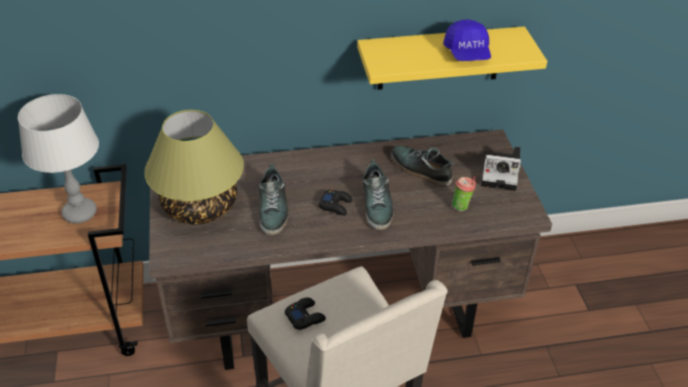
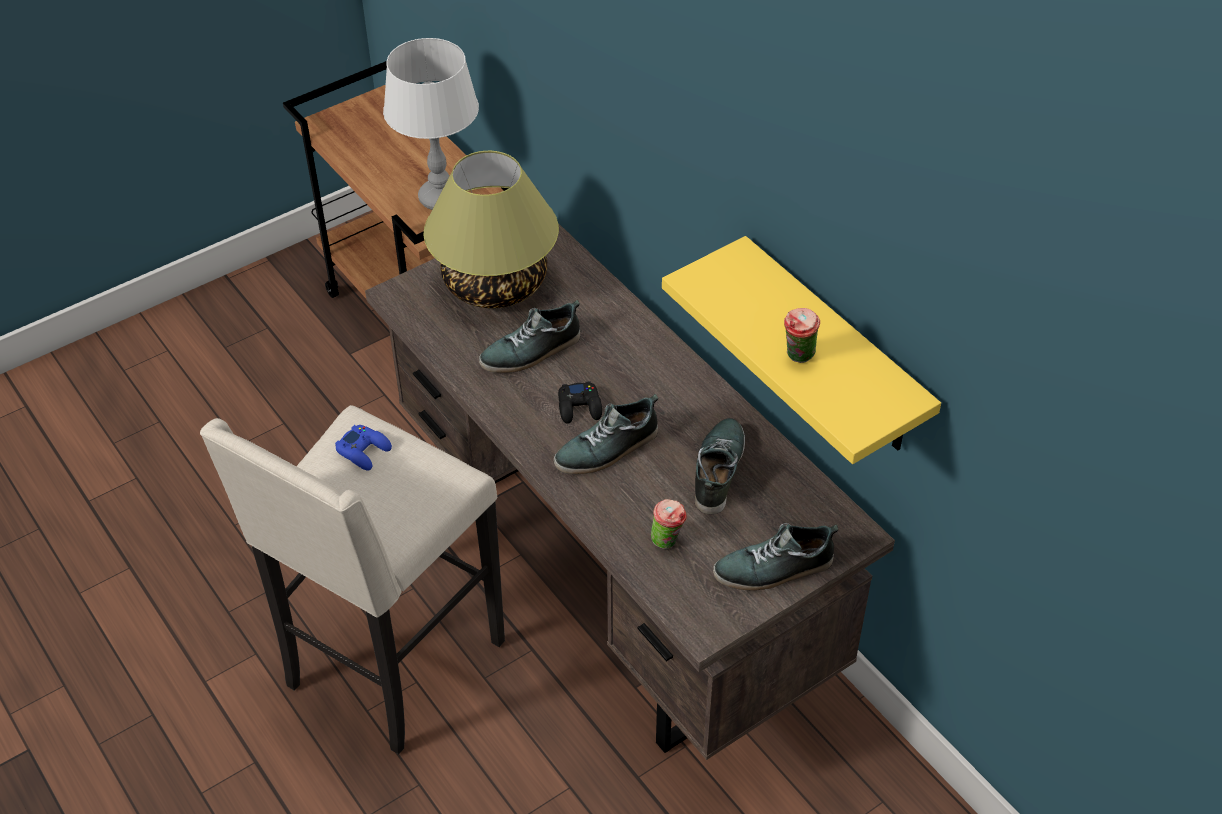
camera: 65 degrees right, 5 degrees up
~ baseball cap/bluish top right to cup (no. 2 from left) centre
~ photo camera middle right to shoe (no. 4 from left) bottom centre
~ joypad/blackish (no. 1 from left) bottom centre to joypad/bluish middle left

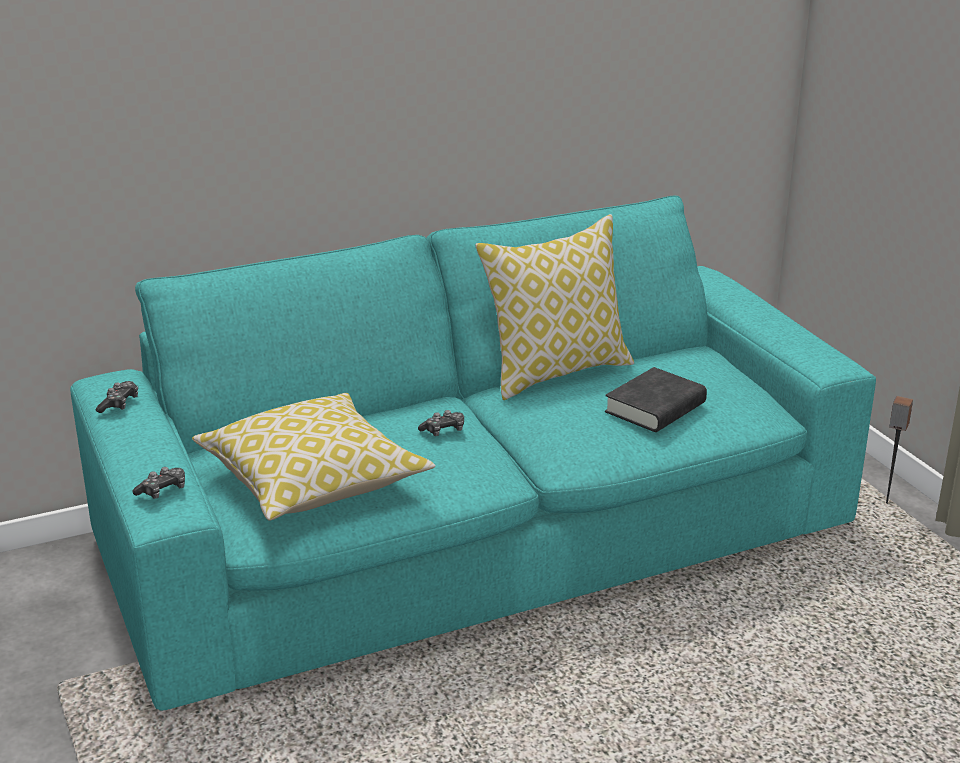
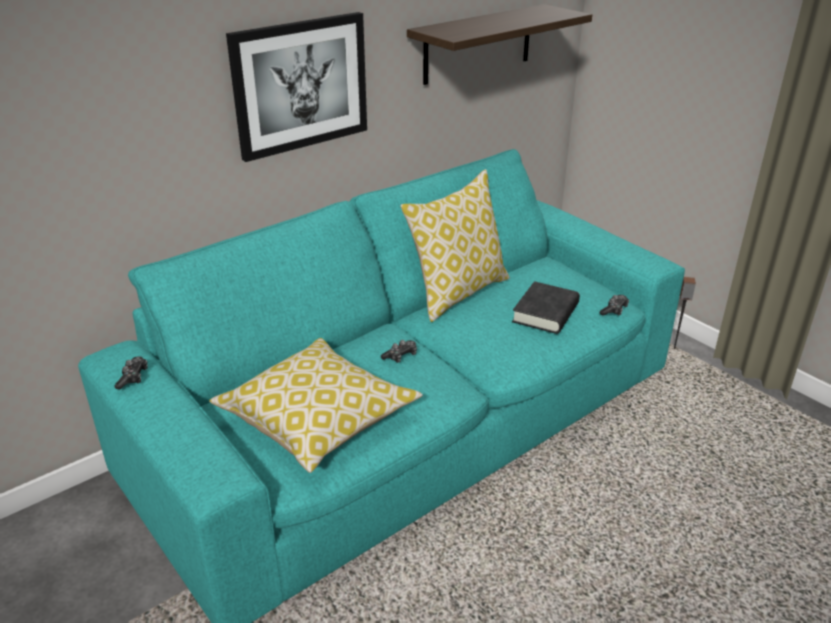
camera: 15 degrees left, 5 degrees up
+ wall art top centre
+ wall shelf top centre
~ joypad (no. 2 from left in the first image) middle left to joypad (no. 3 from left) middle right

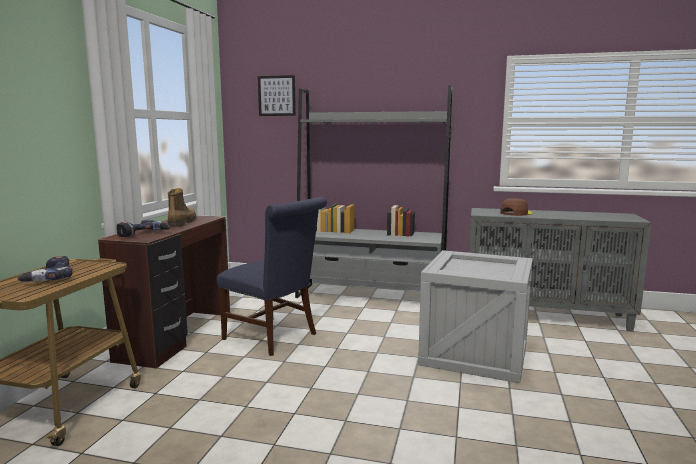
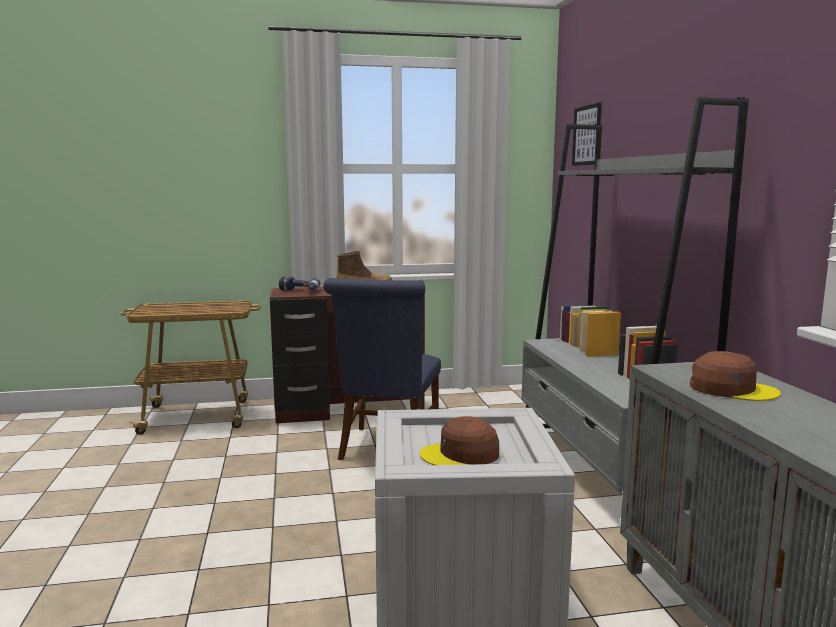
camera: 65 degrees right, 0 degrees up
- power drill (no. 1 from left) middle left
+ baseball cap/brown-coloured (no. 1 from left) bottom centre

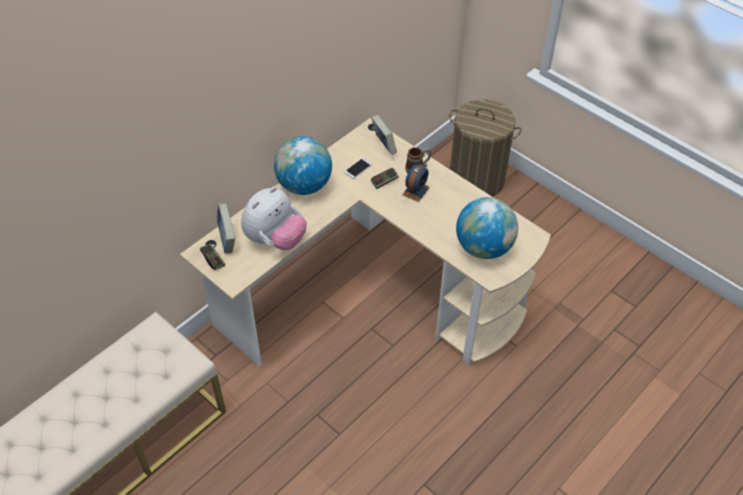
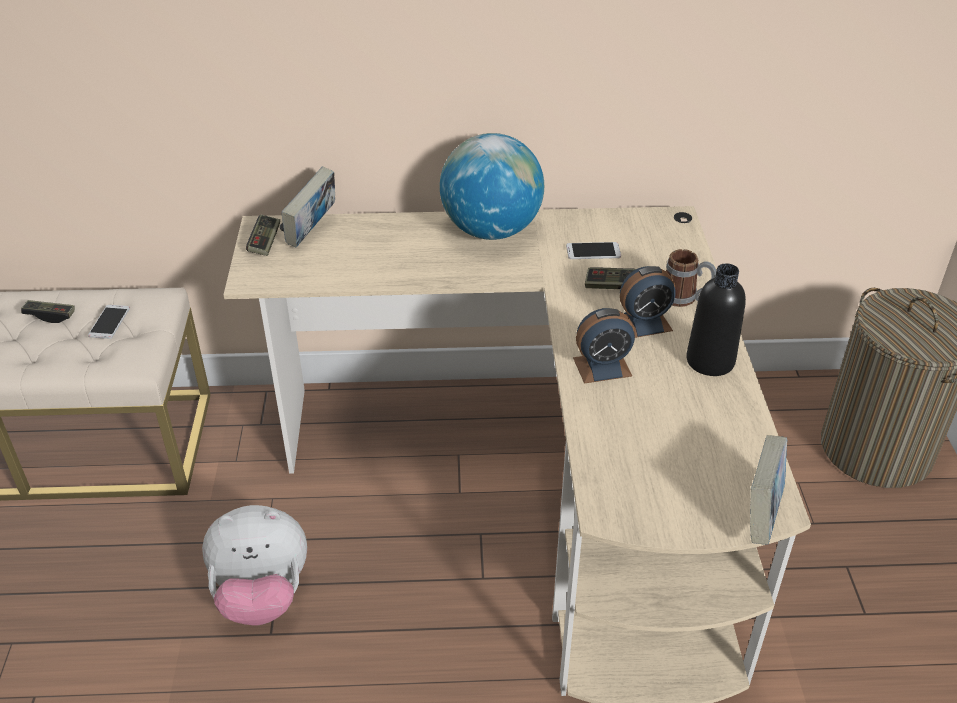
camera: 45 degrees right, 10 degrees down
- globe (no. 2 from left) centre
+ joypad (no. 1 from left) middle left
+ phone (no. 1 from left) middle left
+ bedside clock (no. 1 from left) centre
+ drink bottle/blackish middle right
~ plush toy centre to bottom left
~ volume (no. 2 from left) top centre to bottom right

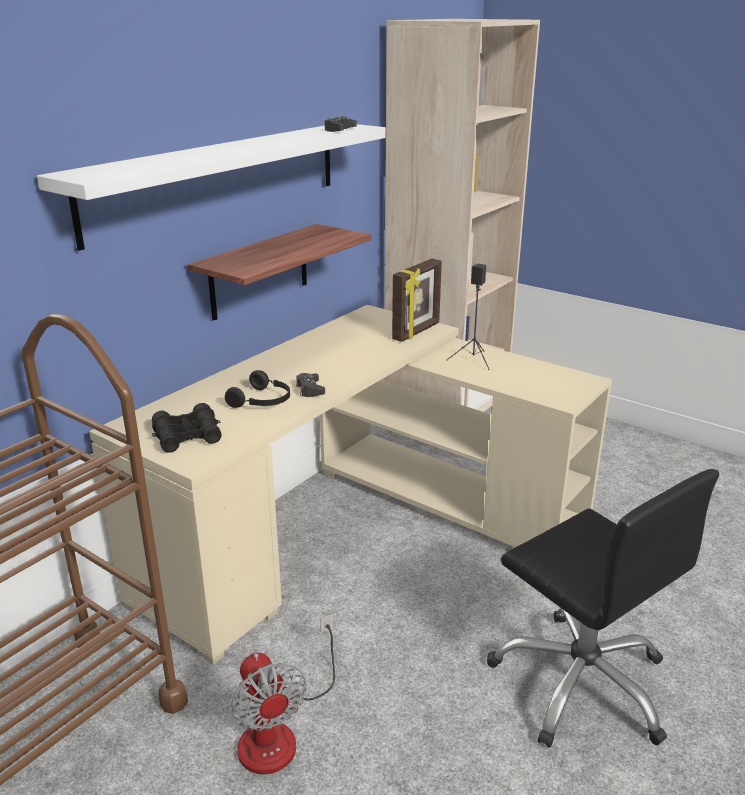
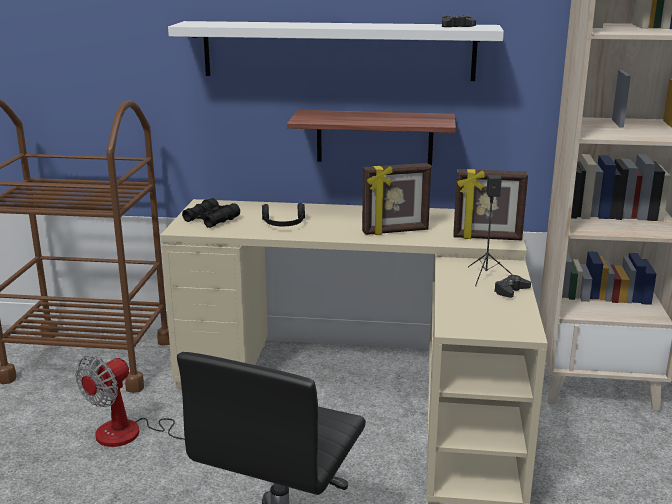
camera: 60 degrees right, 5 degrees down
+ picture frame (no. 1 from left) centre
~ joypad/blackish (no. 1 from left in the first image) centre to joypad/blackish (no. 2 from left) middle right

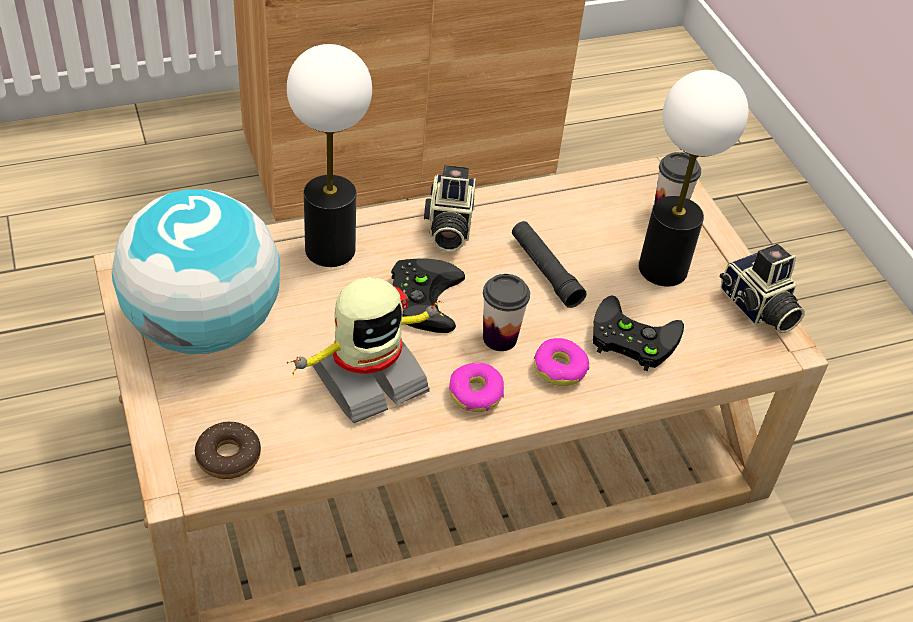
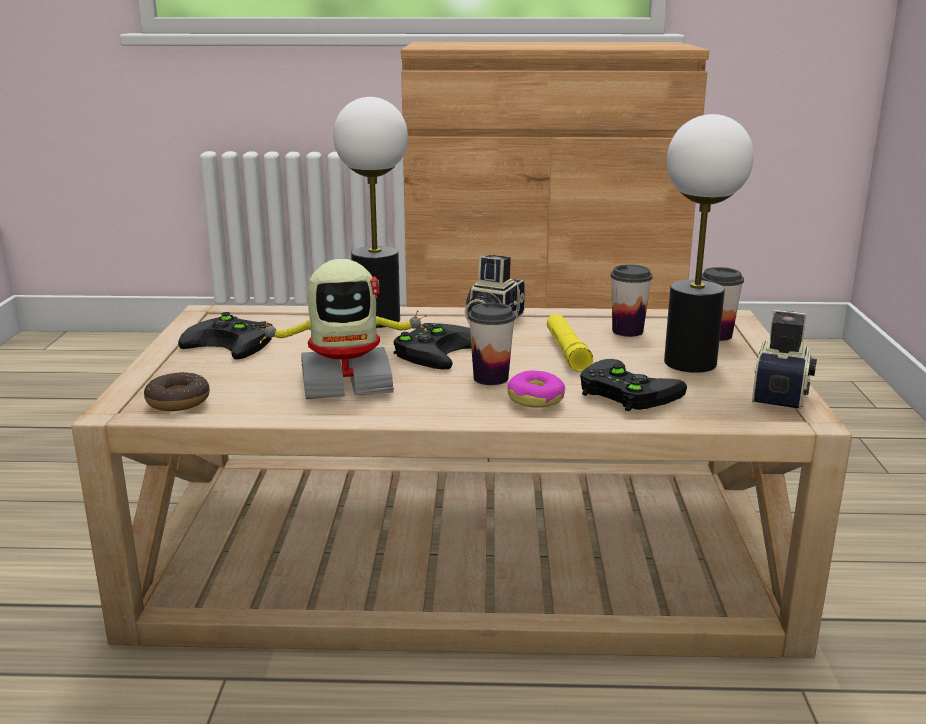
camera: 25 degrees right, 25 degrees down
- doughnut (no. 2 from left) centre
+ cup (no. 2 from left) middle right
~ globe middle left to joypad/blackish (no. 1 from left) middle left
~ torch/blackish centre to torch/yellowish centre
~ photo camera (no. 2 from left) middle right = middle right 150 degrees counterclockwise

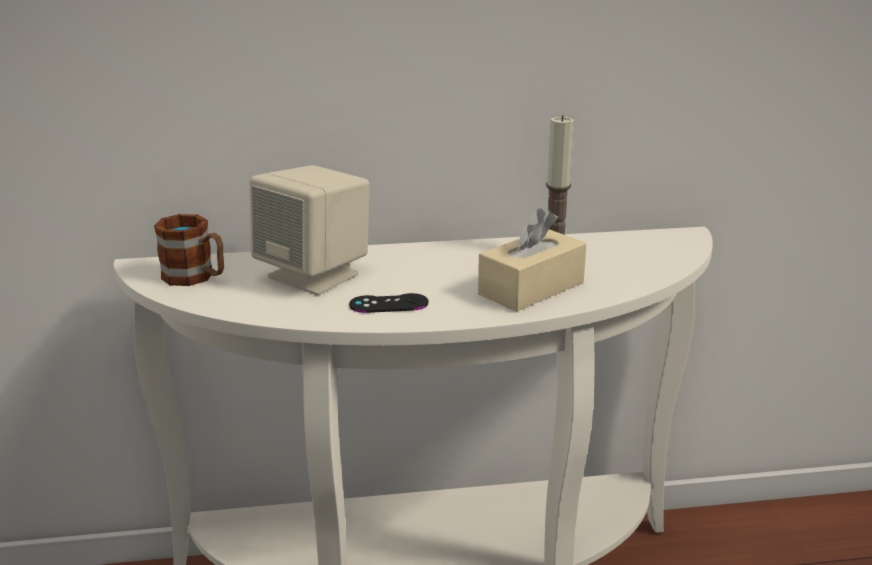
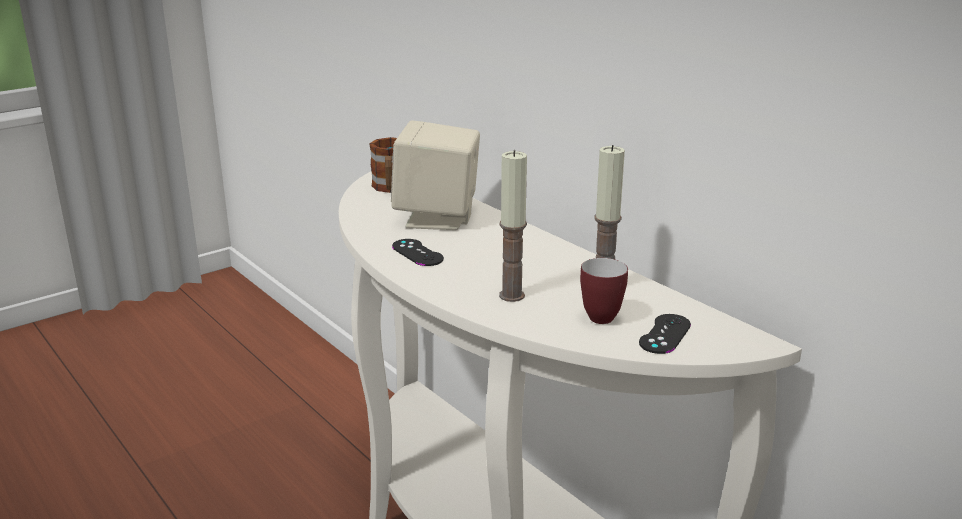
camera: 60 degrees right, 0 degrees up
+ mug (no. 2 from left) centre
+ joypad/blackish (no. 2 from left) middle right
~ box of tissues/sand-coloured centre to wax light (no. 1 from left) centre

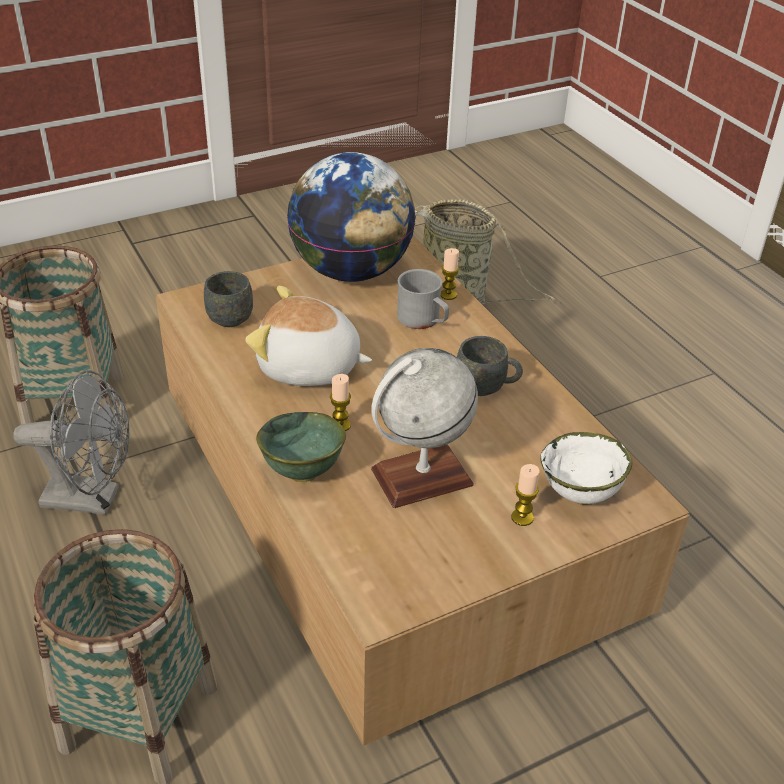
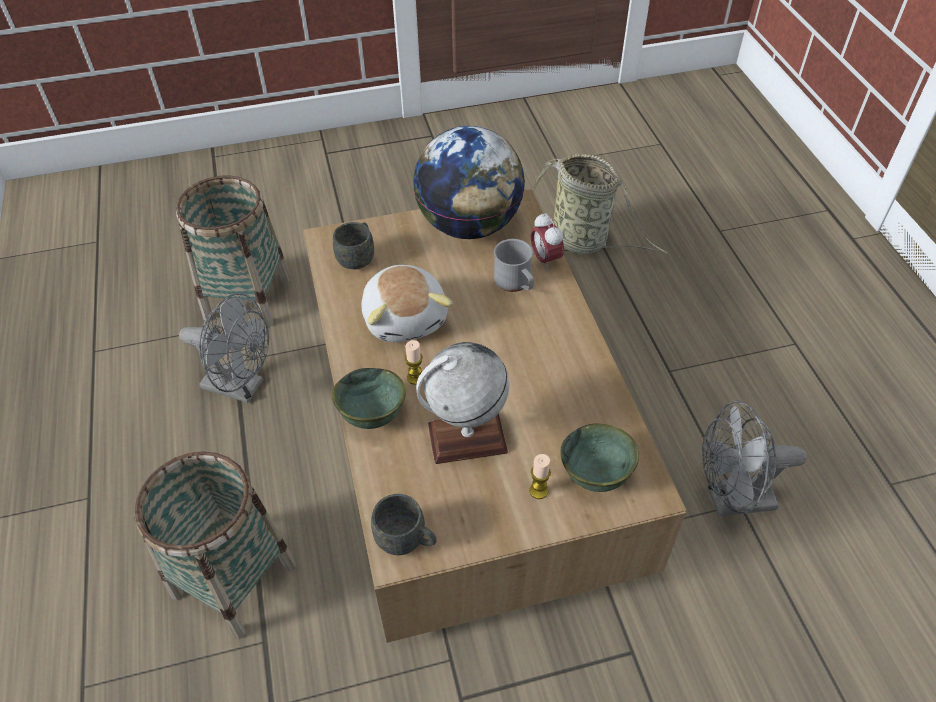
camera: 15 degrees right, 10 degrees up
+ fan/grey (no. 2 from left) middle right
~ mug/grey (no. 3 from left in the first image) centre to mug/grey (no. 2 from left) bottom centre
~ wax light (no. 2 from left) centre to bedside clock centre
~ bowl/white middle right to bowl/green-coloured (no. 2 from left) centre
~ plush toy centre = centre 135 degrees counterclockwise

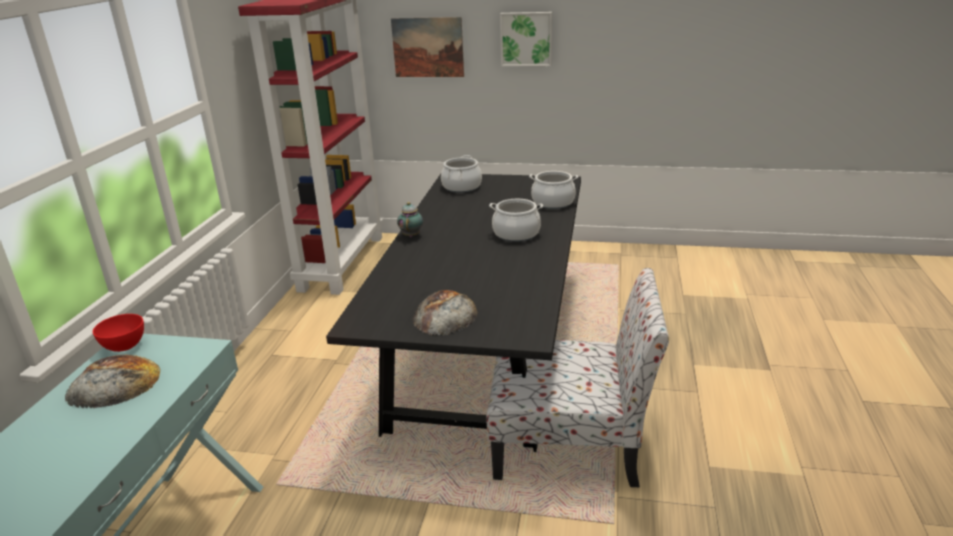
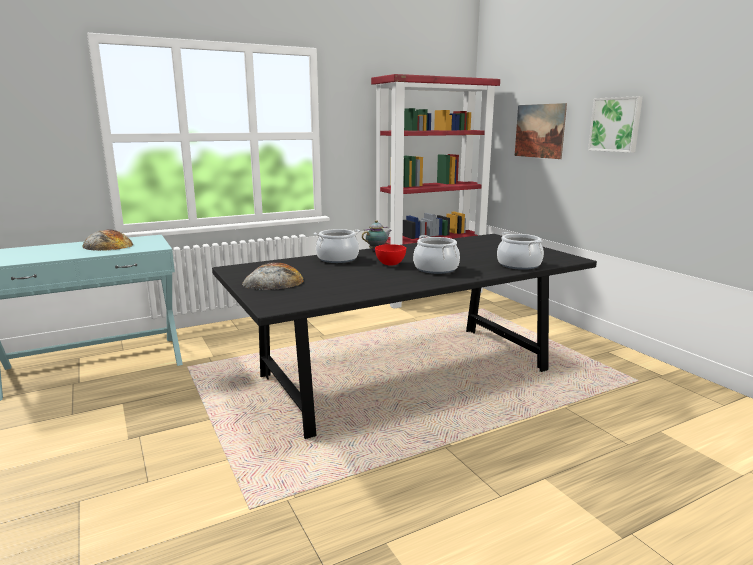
camera: 50 degrees right, 10 degrees down
- chair bottom centre
~ bowl/reddish middle left to centre
~ cooking pot (no. 1 from left) top centre to centre

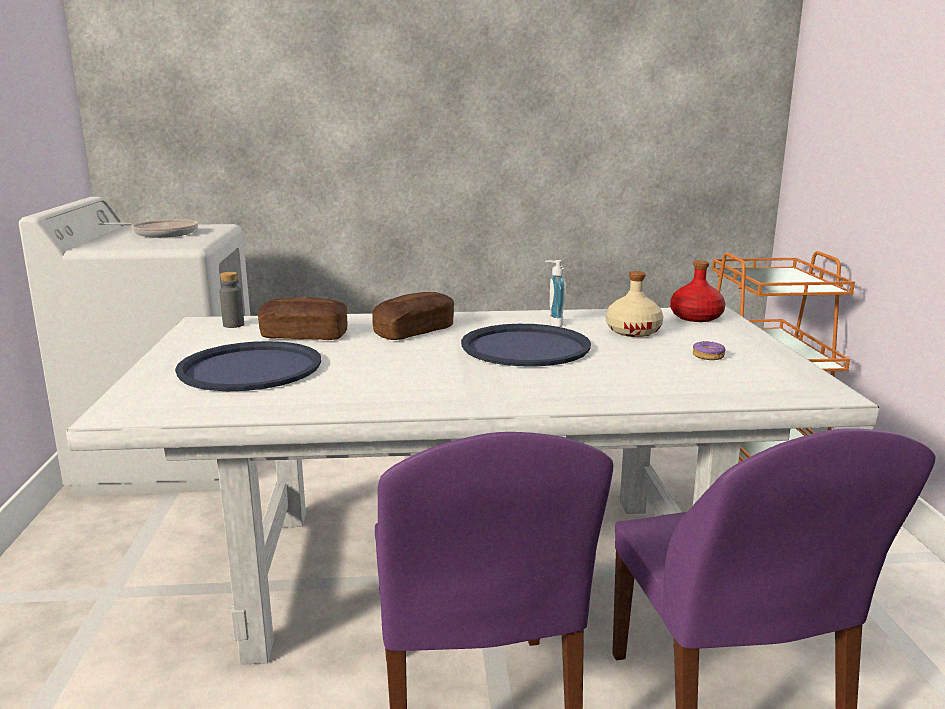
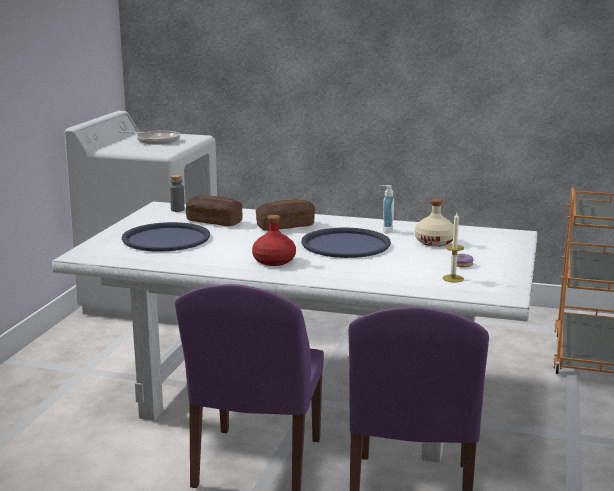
camera: 20 degrees right, 0 degrees up
+ wax light middle right
~ drink bottle/reddish middle right to centre

